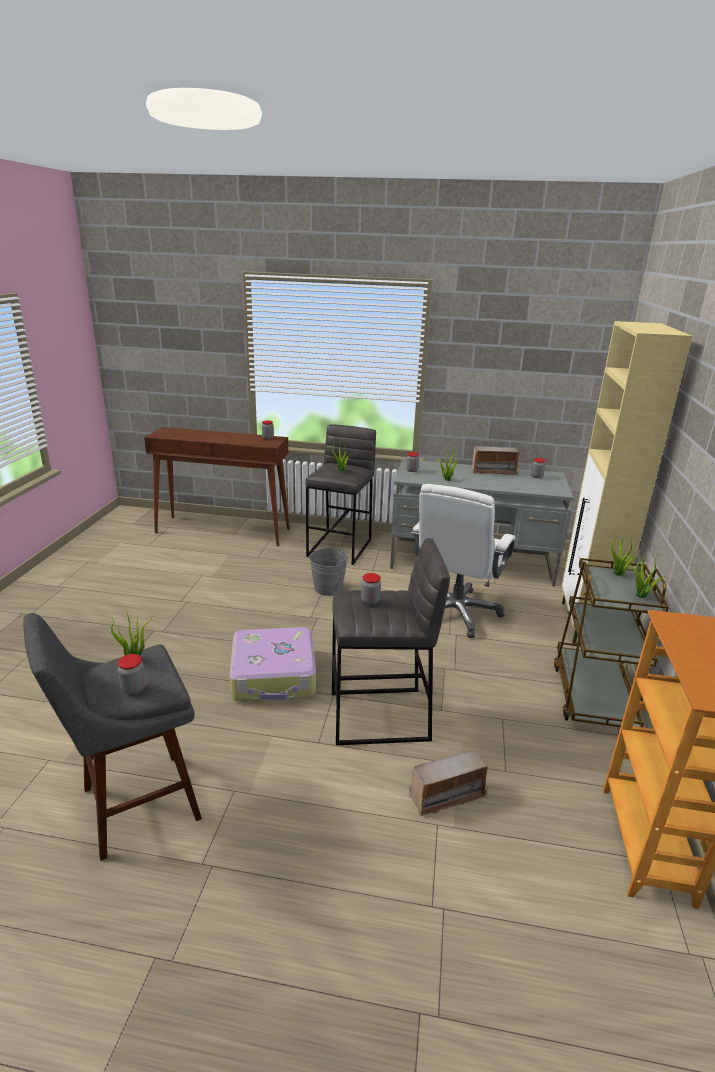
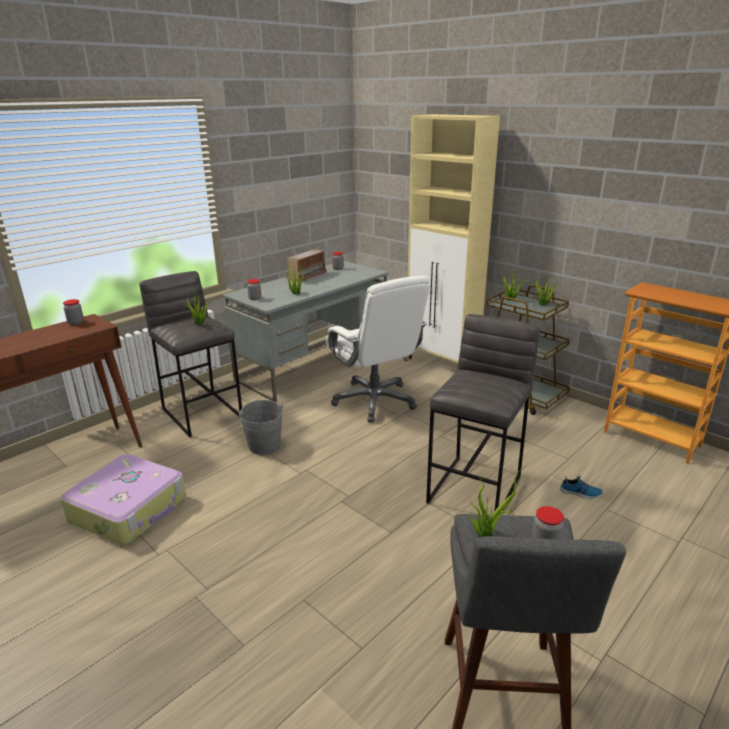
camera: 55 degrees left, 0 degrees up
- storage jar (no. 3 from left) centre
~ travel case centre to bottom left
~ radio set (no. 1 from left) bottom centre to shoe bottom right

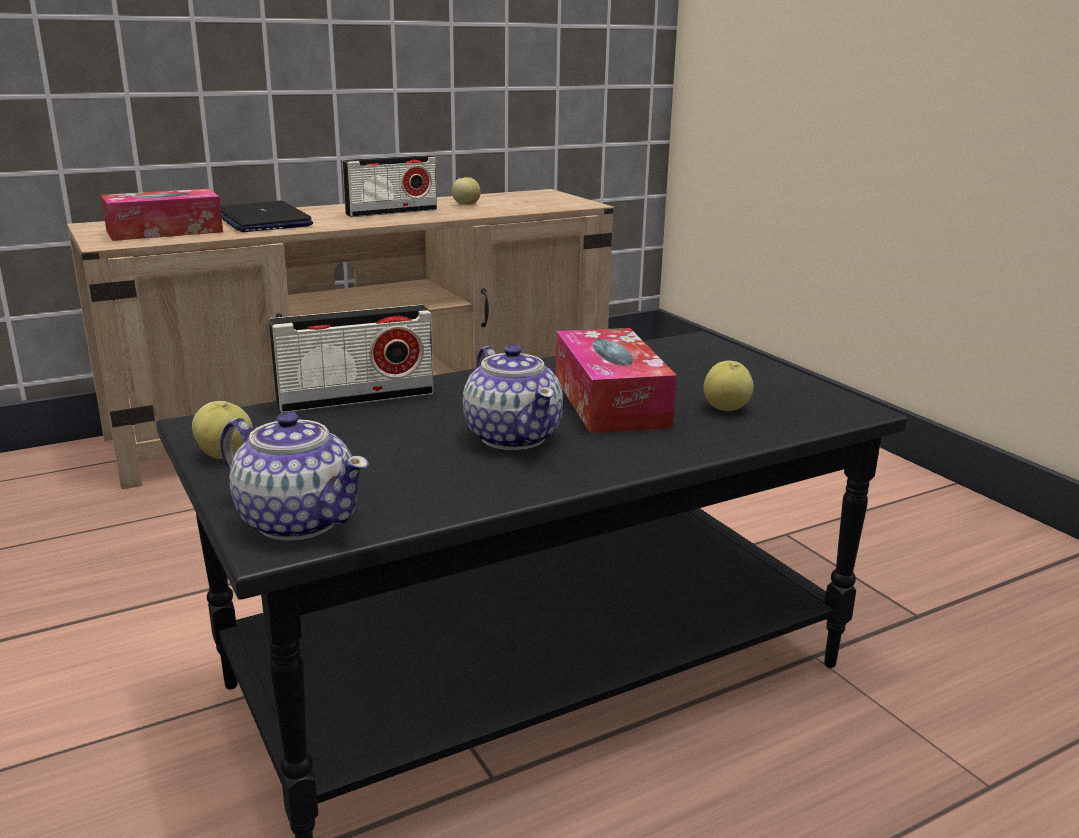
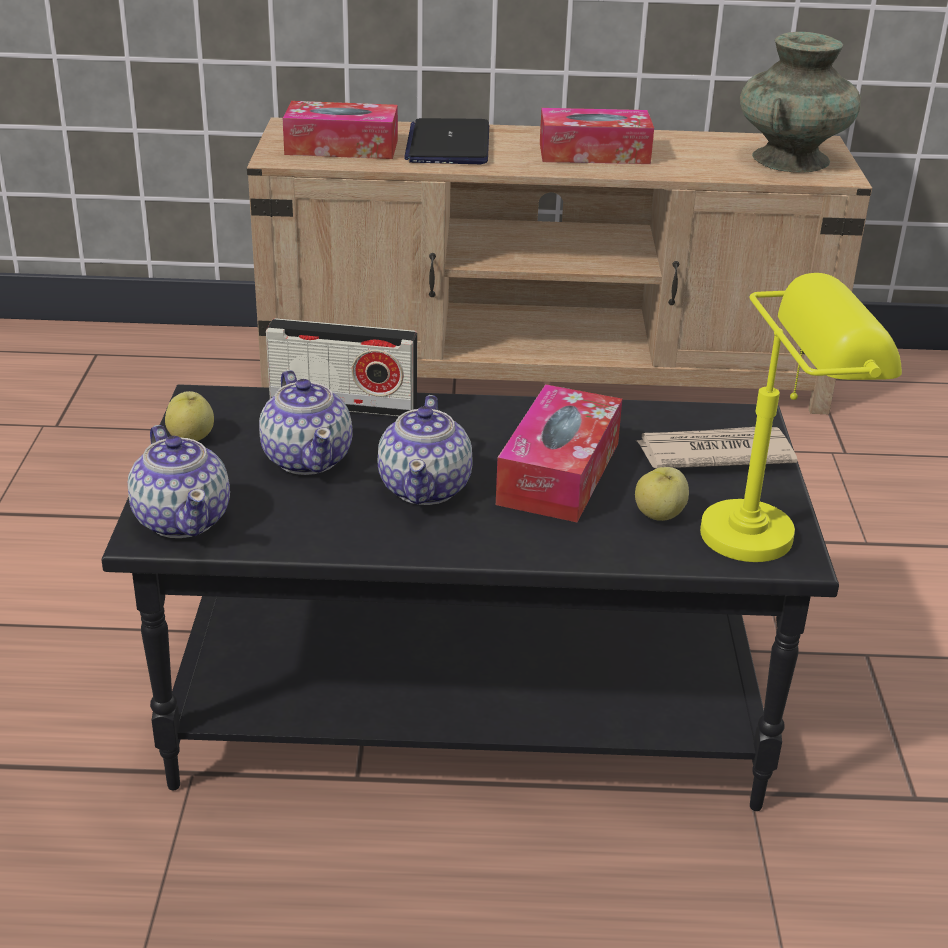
camera: 30 degrees right, 10 degrees up
- apple (no. 2 from left) top centre
+ teapot (no. 2 from left) middle left
+ printed paper middle right
+ lamp for a table/yellowish middle right
+ decorative vase/blue-green top right
~ radio set (no. 2 from left) top centre to box of tissues (no. 3 from left) top centre

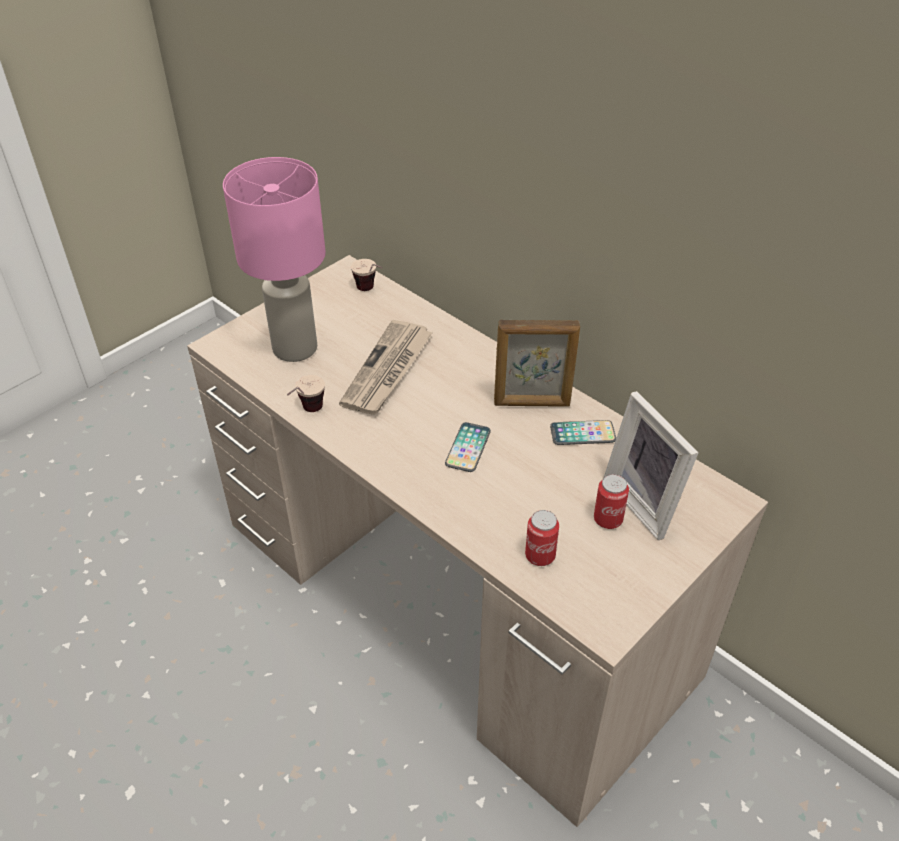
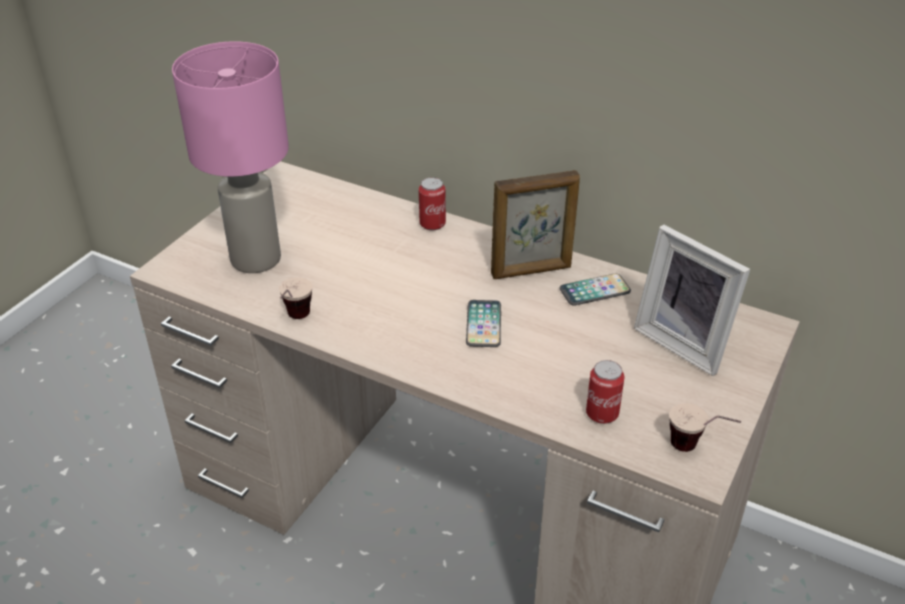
camera: 15 degrees left, 5 degrees down
- printed paper centre
~ cup (no. 2 from left) top centre to bottom right
~ metal can (no. 2 from left in the first image) middle right to metal can (no. 1 from left) centre

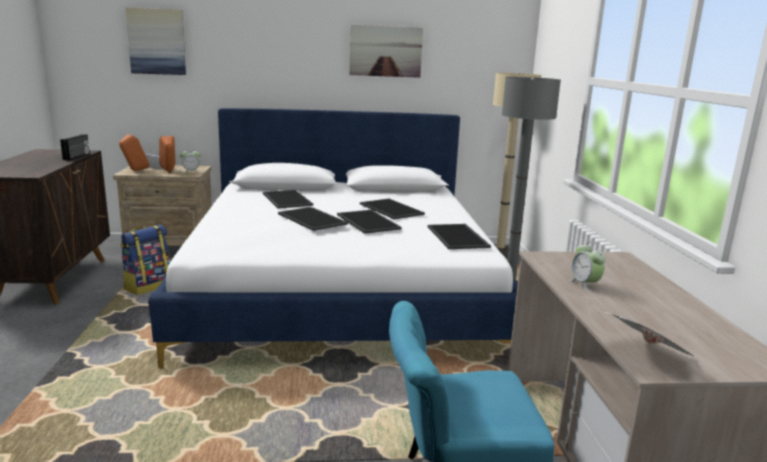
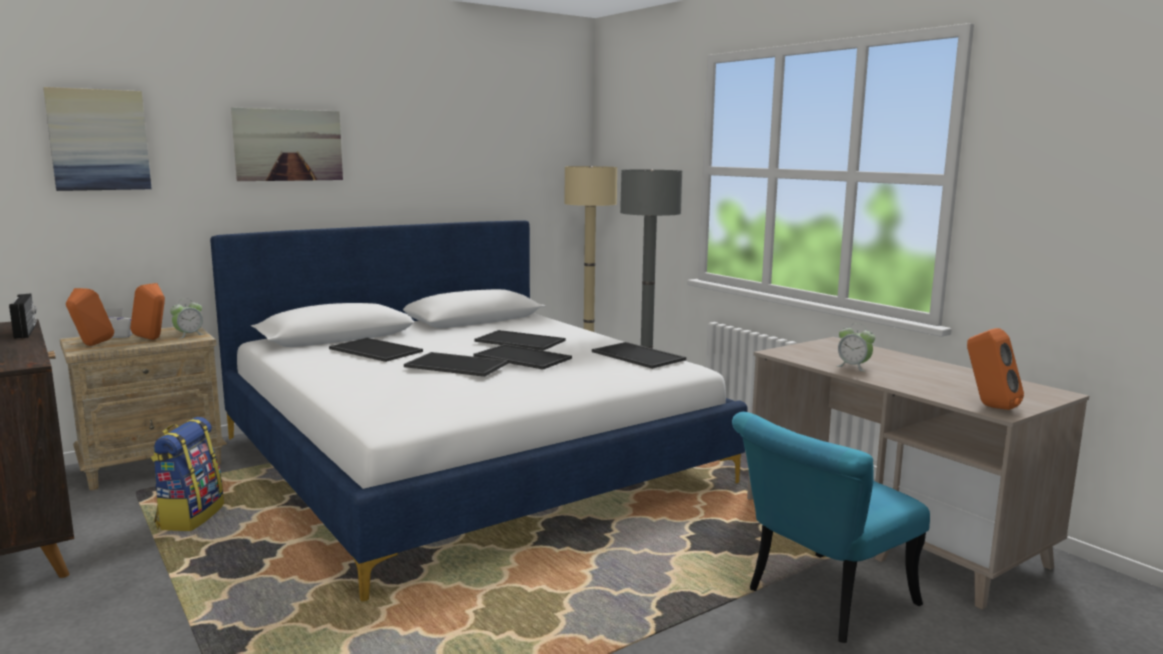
camera: 30 degrees left, 5 degrees down
~ wall art (no. 2 from left) top centre to top left
~ printed paper bottom right to loudspeaker/orangey (no. 3 from left) middle right

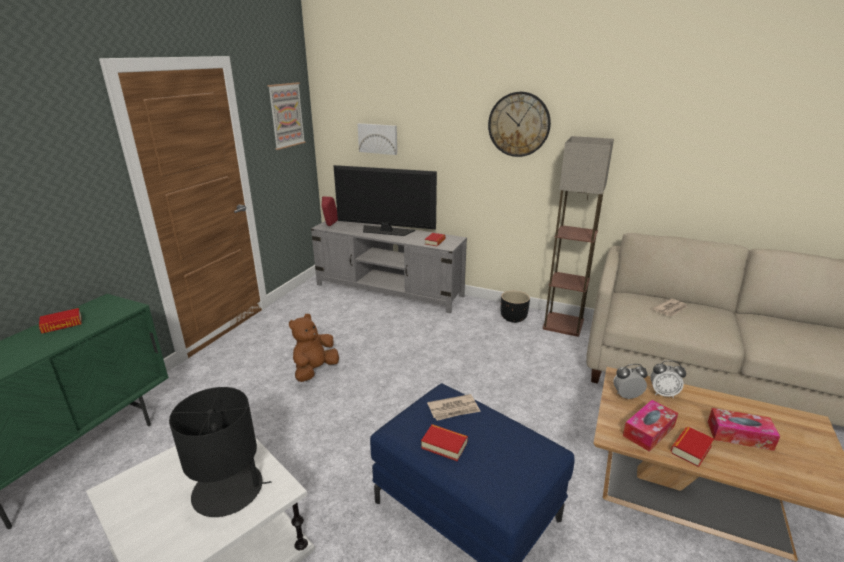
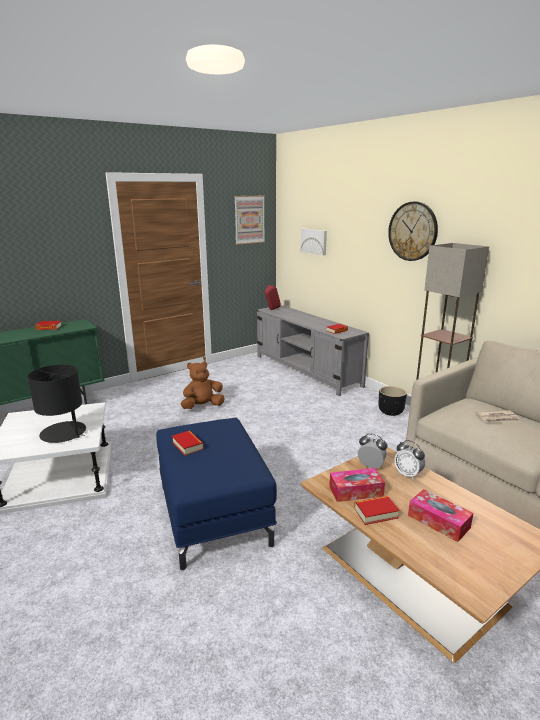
camera: 30 degrees right, 5 degrees down
- TV set centre
- printed paper (no. 1 from left) bottom centre

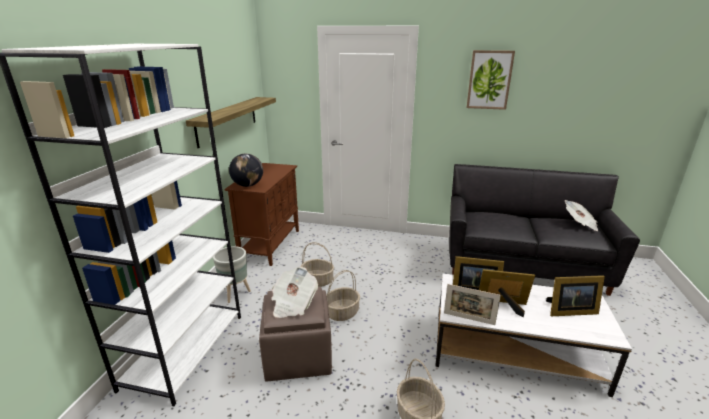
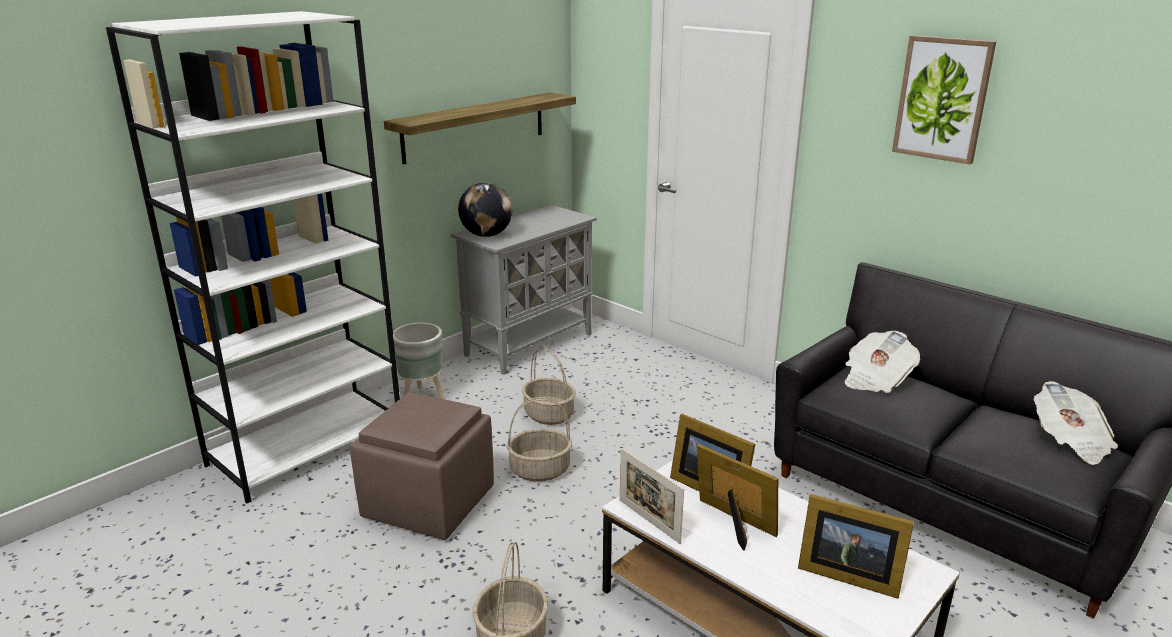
camera: 30 degrees right, 0 degrees up
~ printed paper (no. 1 from left) bottom centre to middle right
~ cupboard/brown-coloured centre to cupboard/grey centre

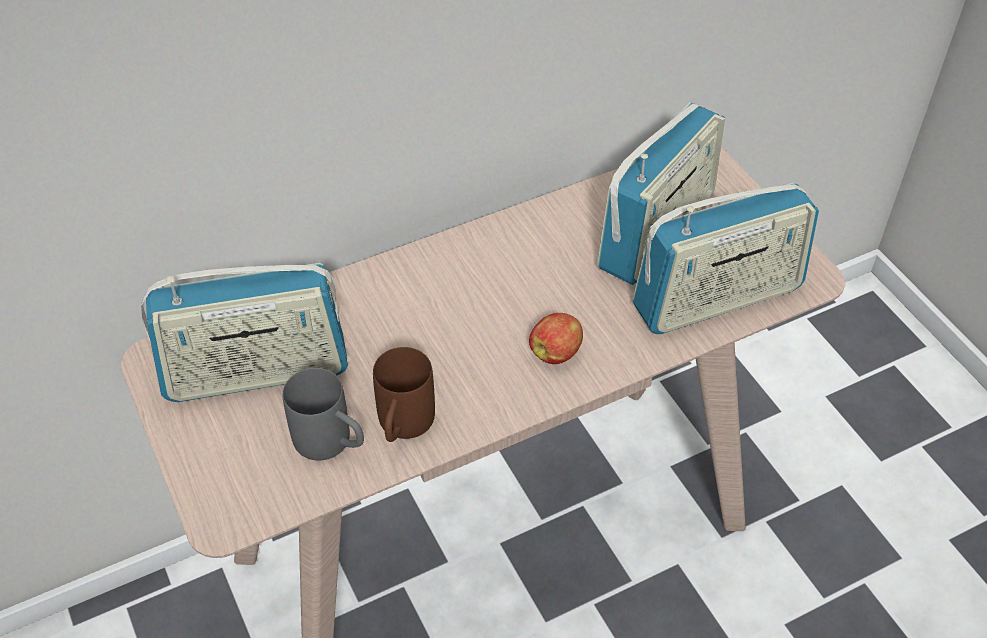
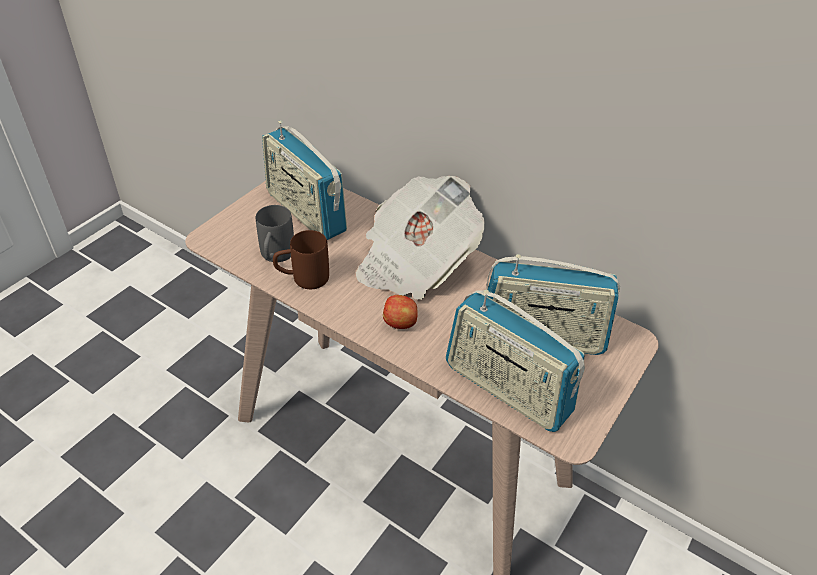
camera: 60 degrees right, 5 degrees down
+ printed paper centre

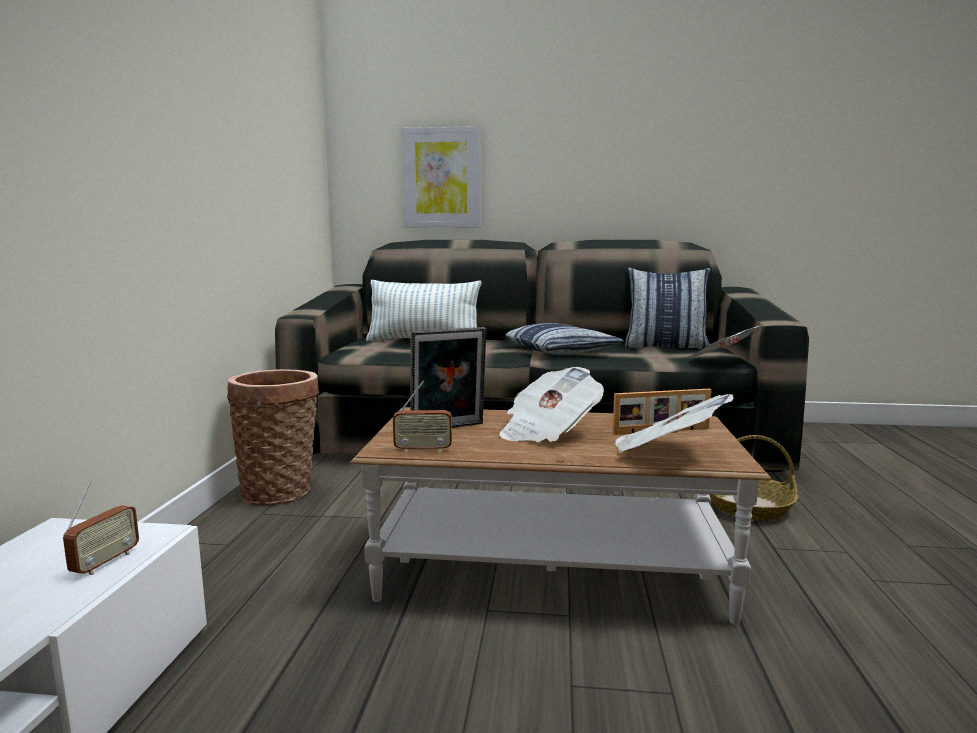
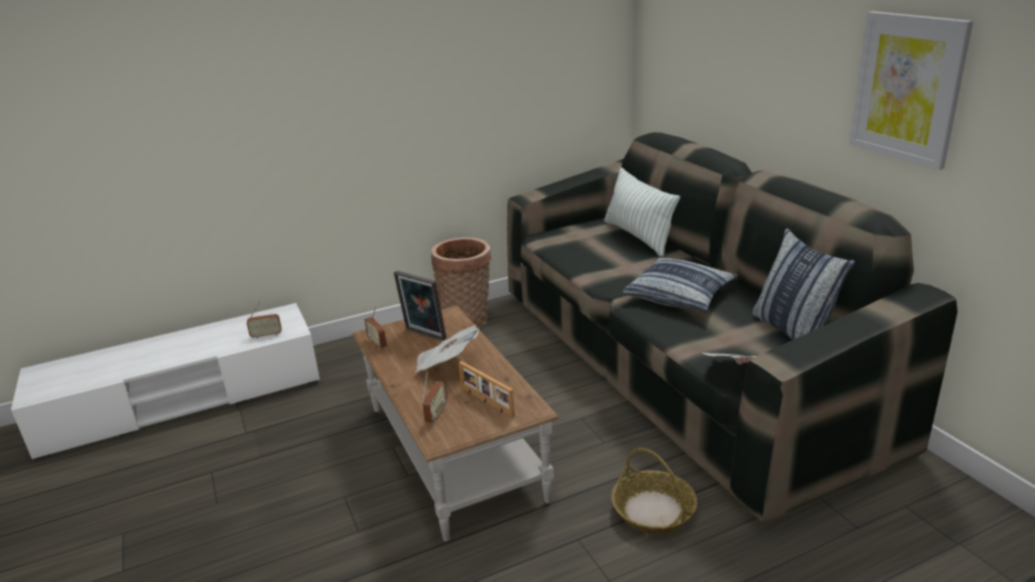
camera: 60 degrees right, 15 degrees up
~ wall art top centre to top right
~ printed paper (no. 2 from left) middle right to radio set (no. 3 from left) bottom centre

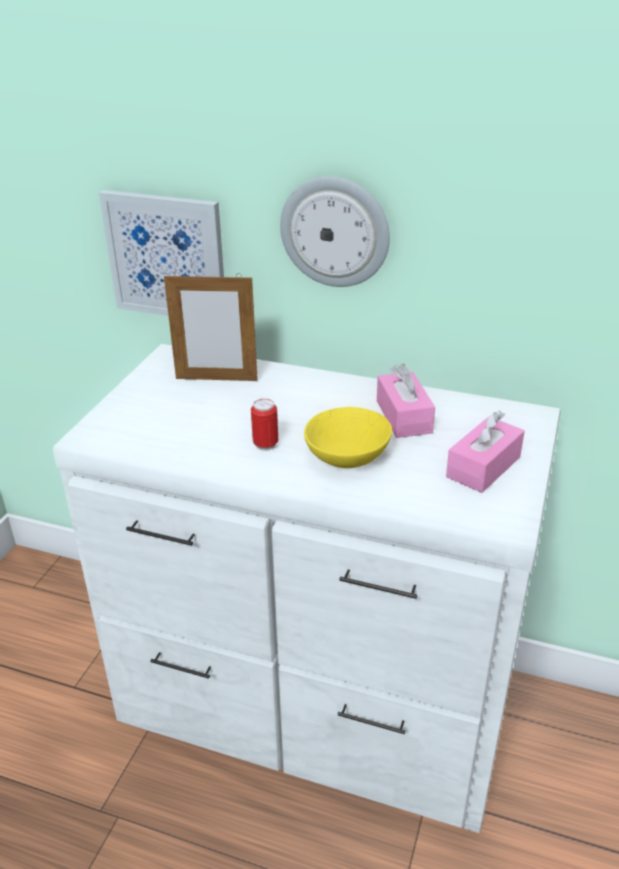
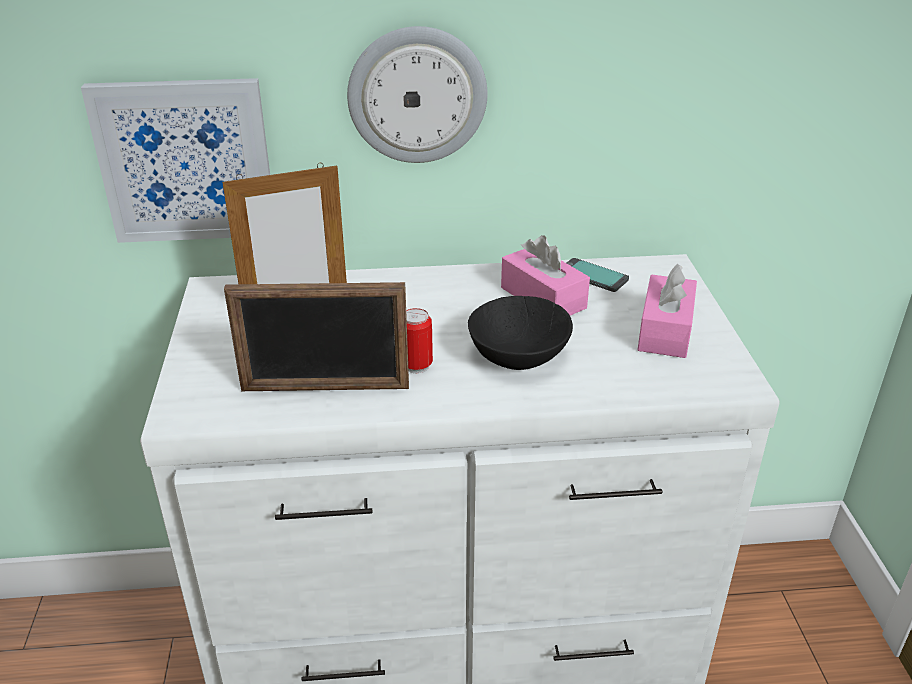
camera: 25 degrees left, 0 degrees up
+ picture frame (no. 2 from left) centre
+ phone centre
~ bowl/yellowish centre to bowl/blackish centre

